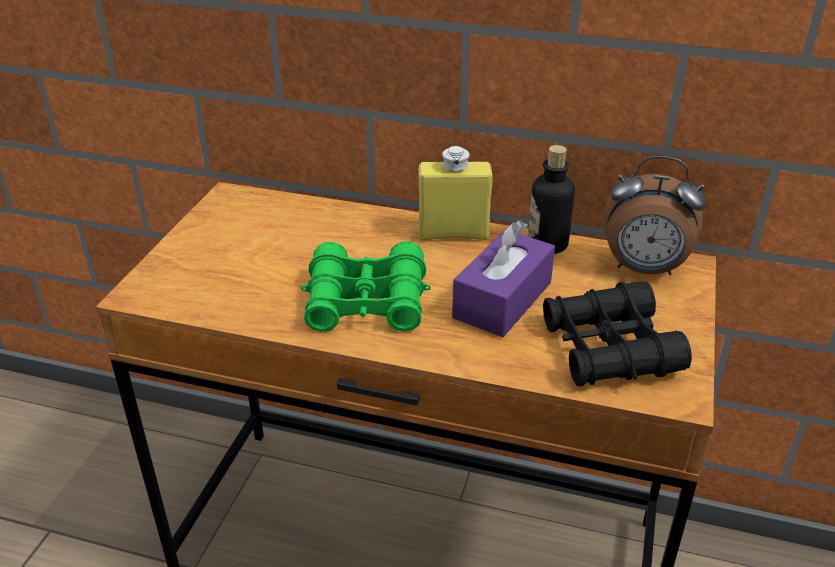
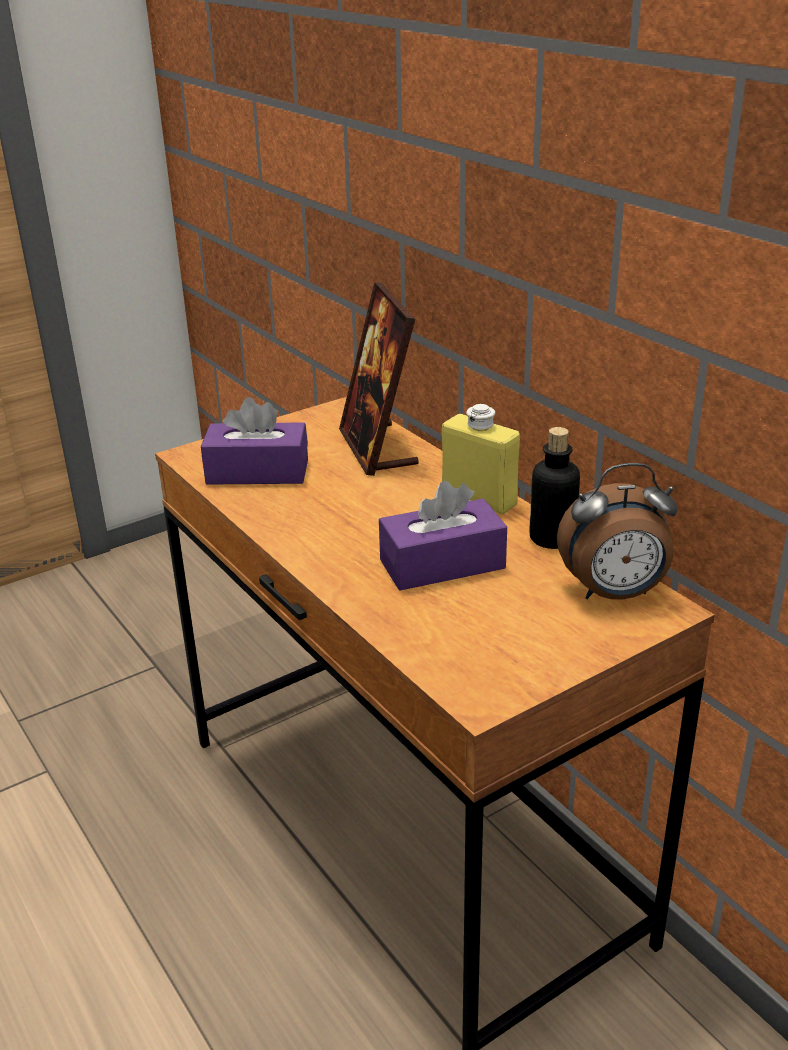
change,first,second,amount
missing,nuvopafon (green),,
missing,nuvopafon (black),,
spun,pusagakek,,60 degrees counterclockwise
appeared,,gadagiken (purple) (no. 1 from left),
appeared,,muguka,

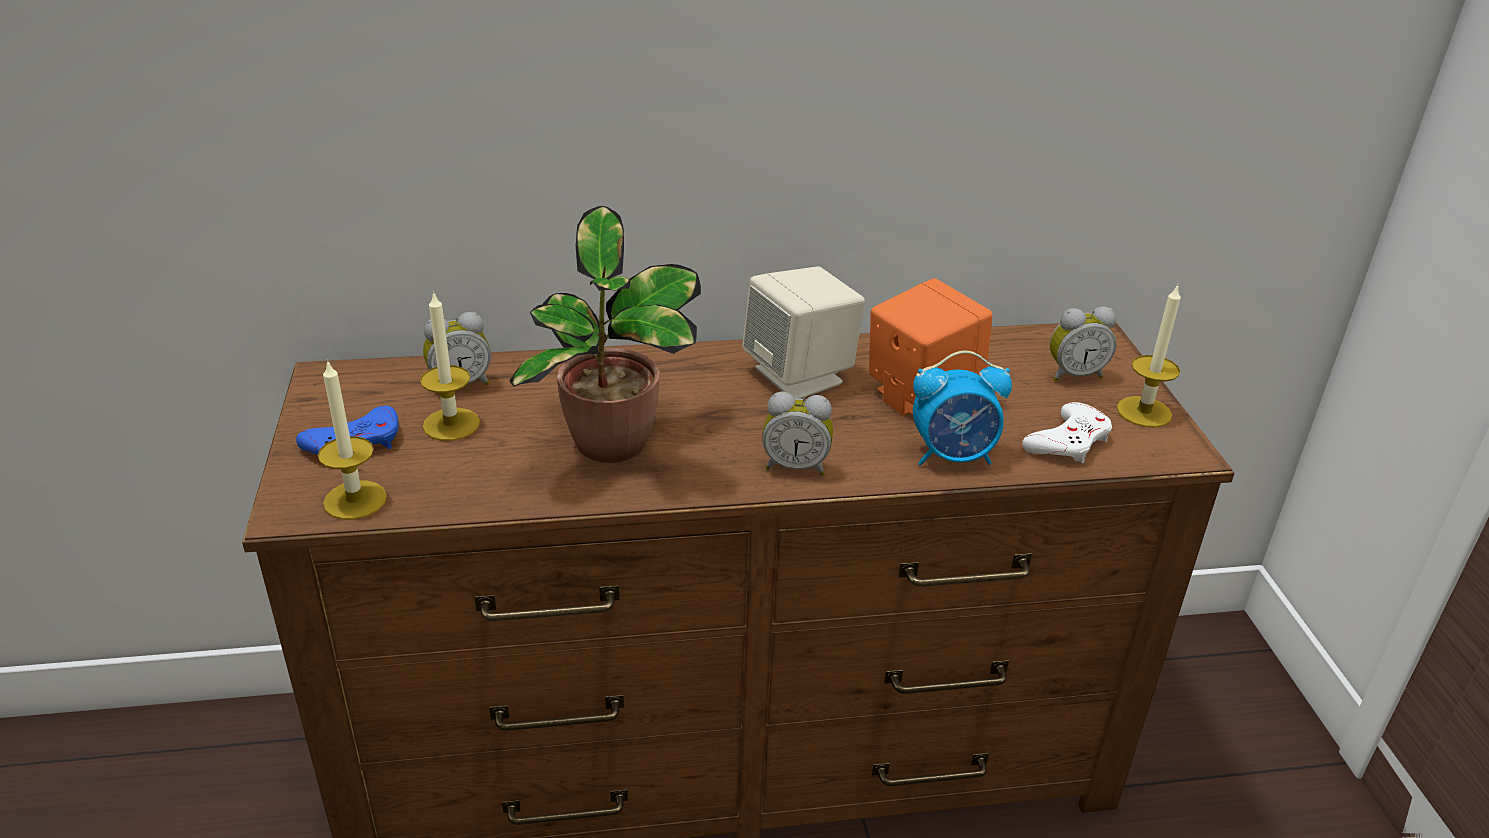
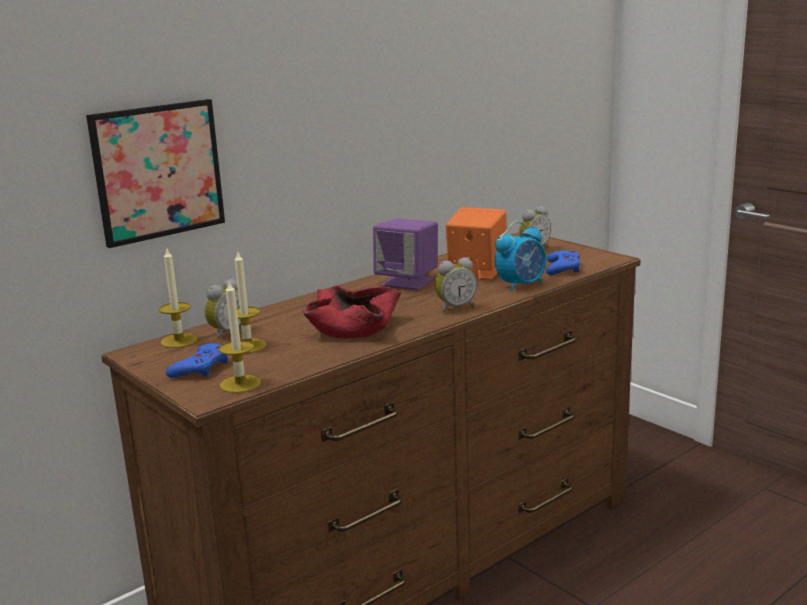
change,first,second,amount
exchanged,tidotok,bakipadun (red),
colour,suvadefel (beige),suvadefel (purple),
colour,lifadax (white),lifadax (blue) (no. 2 from left),
relocated,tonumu (no. 3 from left in the first image),tonumu (no. 1 from left),
appeared,,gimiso,

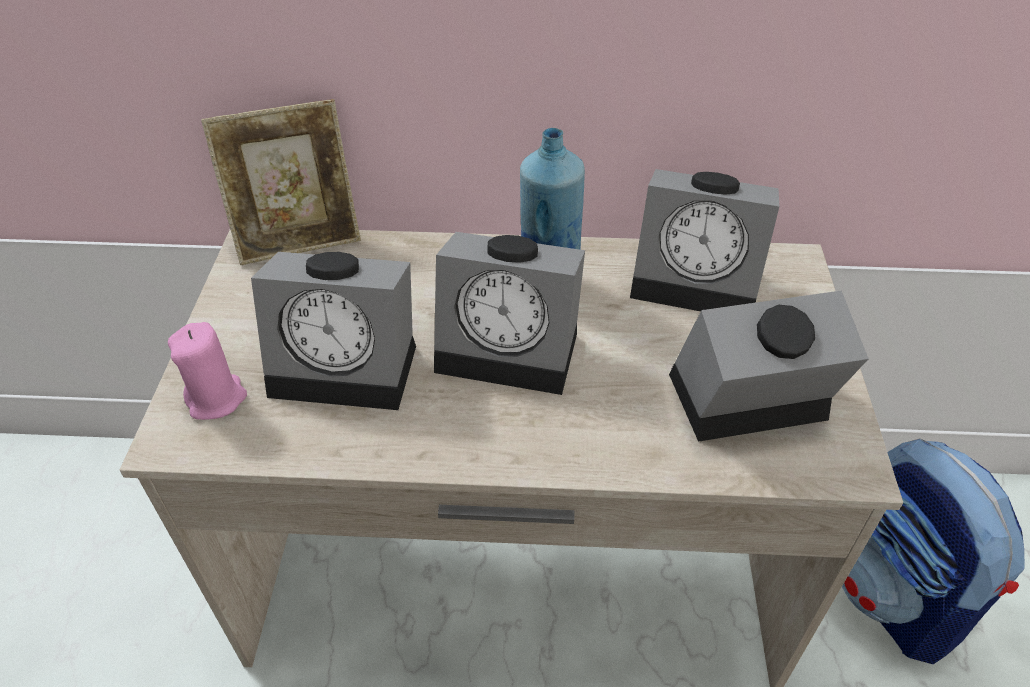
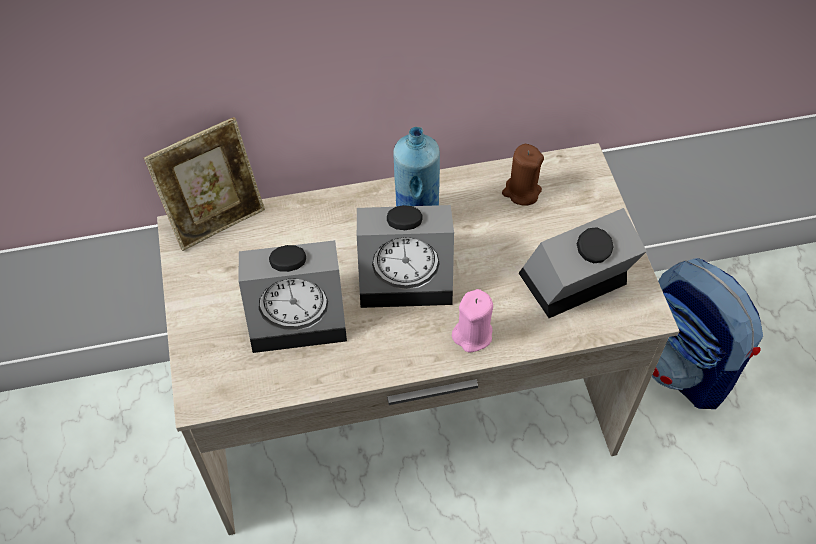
change,first,second,amount
relocated,tonumu (pink),,
exchanged,pusagakek (no. 3 from left),tonumu (brown),

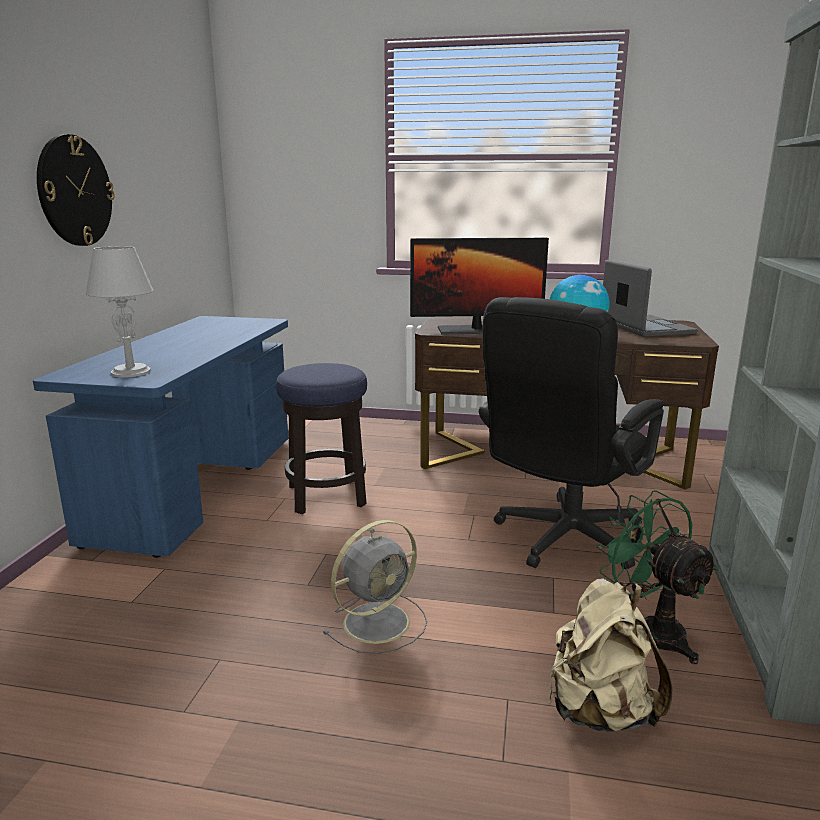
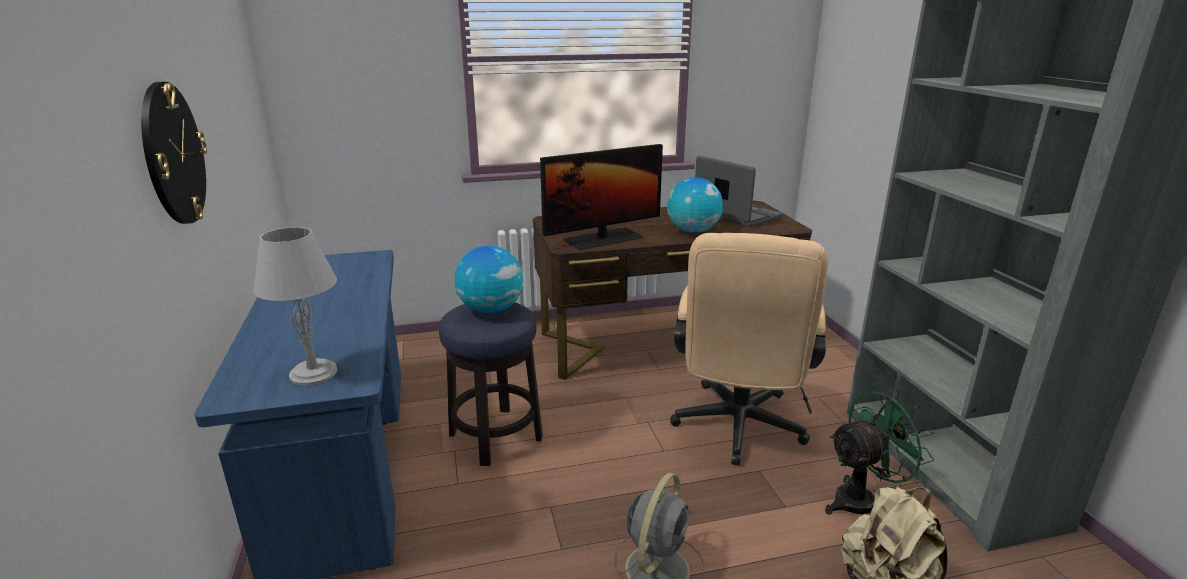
change,first,second,amount
colour,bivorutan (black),bivorutan (beige),
spun,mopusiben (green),,120 degrees clockwise
appeared,,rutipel (no. 1 from left),

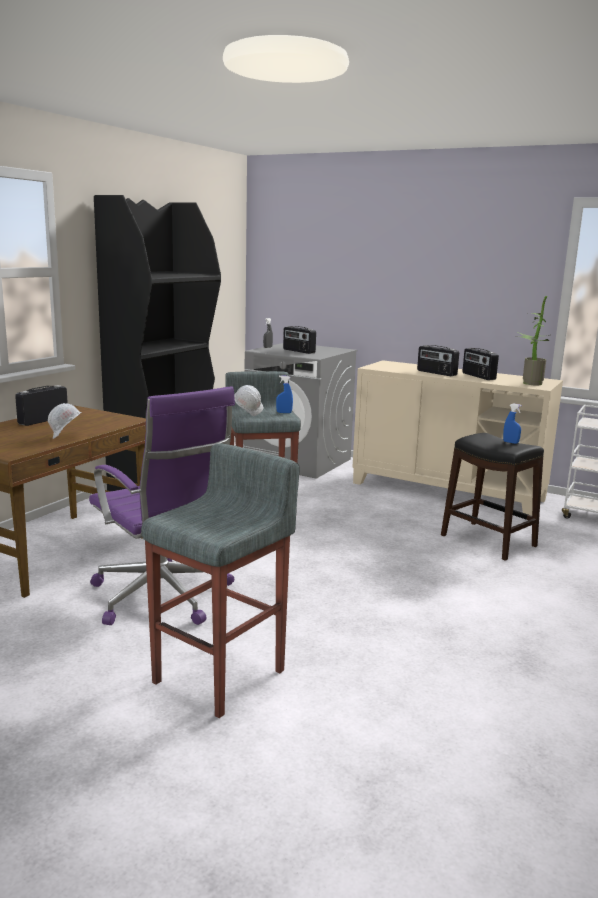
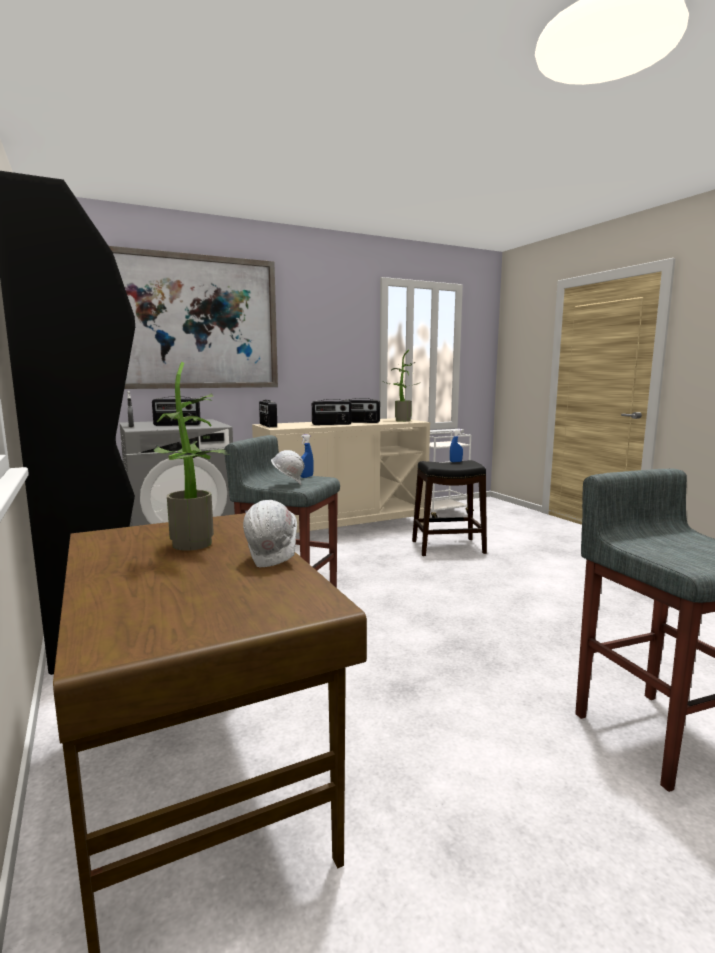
change,first,second,amount
relocated,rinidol (no. 1 from left in the first image),rinidol (no. 2 from left),
missing,bivorutan (purple),,
appeared,,gimiso,
appeared,,tidotok (no. 1 from left),

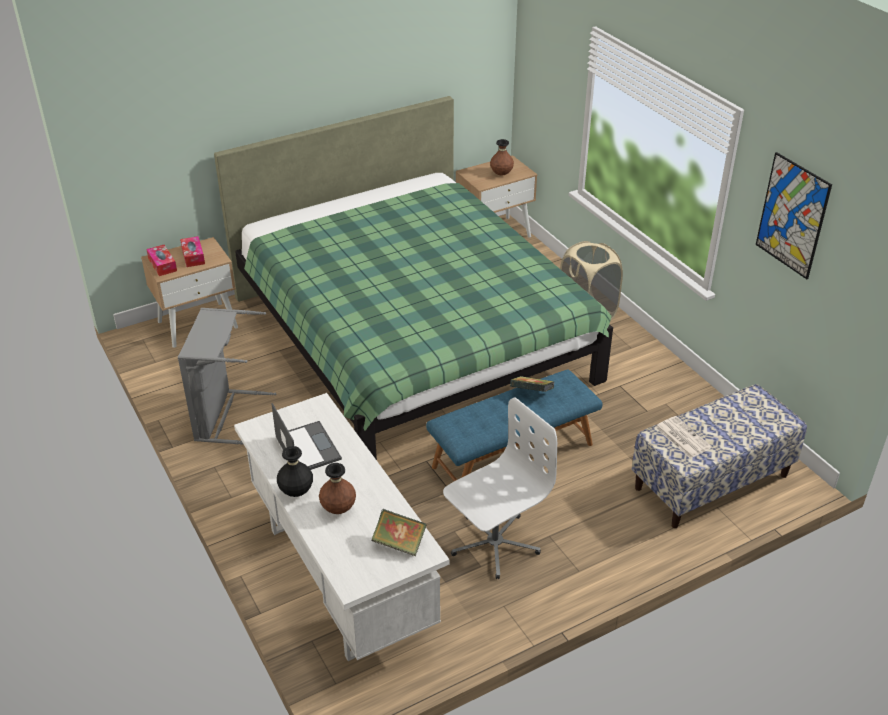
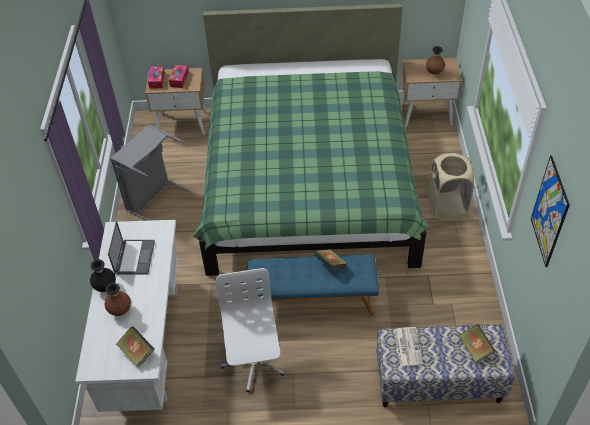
change,first,second,amount
spun,bivorutan (white),,90 degrees counterclockwise
appeared,,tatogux (no. 3 from left),

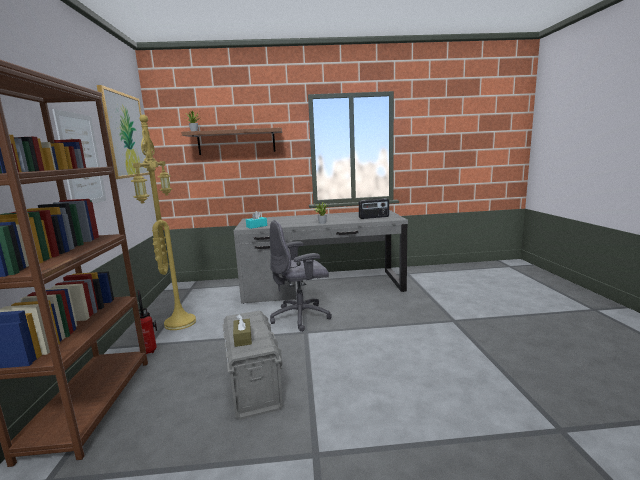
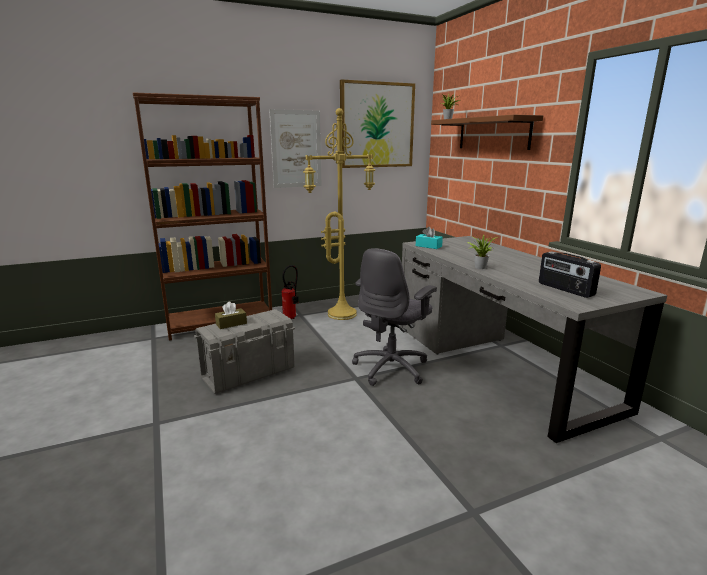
change,first,second,amount
spun,bivorutan (grey),,105 degrees counterclockwise

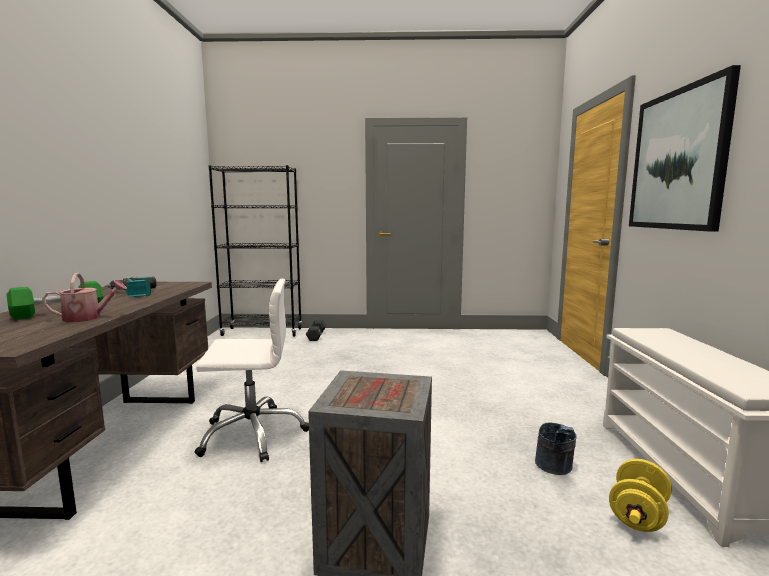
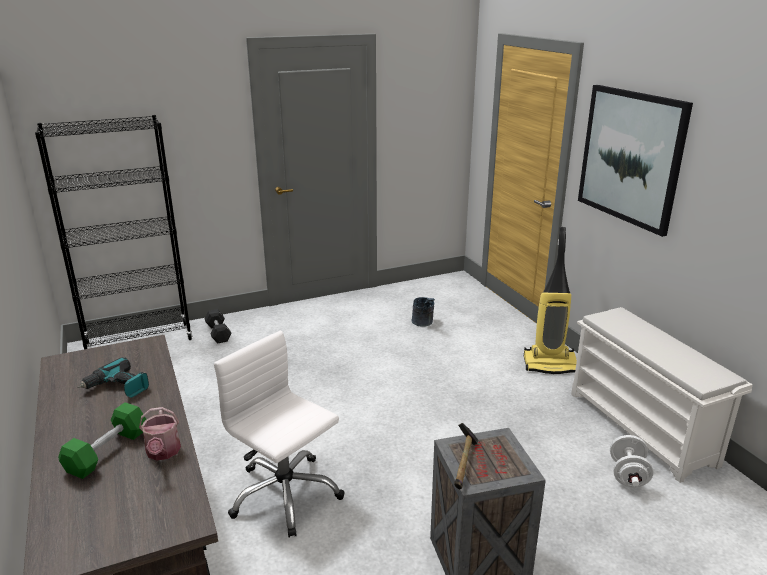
change,first,second,amount
spun,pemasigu,,120 degrees clockwise
spun,bivorutan (white),,105 degrees counterclockwise
relocated,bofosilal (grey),,
colour,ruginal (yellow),ruginal (white),
appeared,,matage,
appeared,,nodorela,

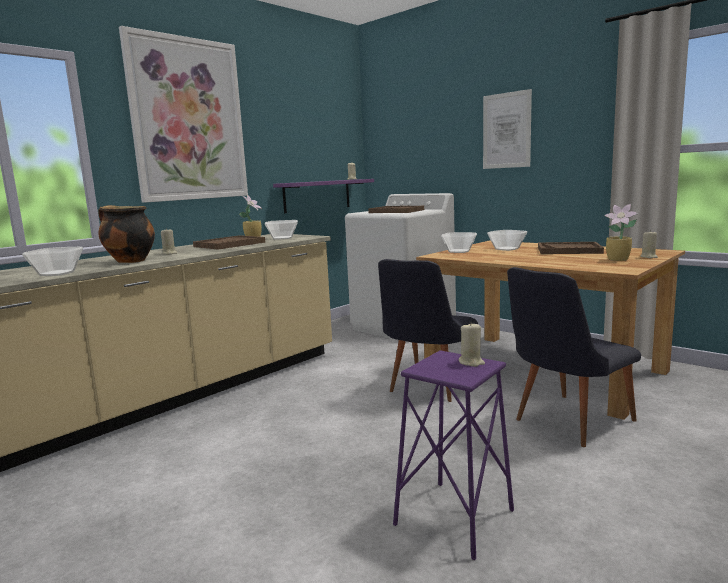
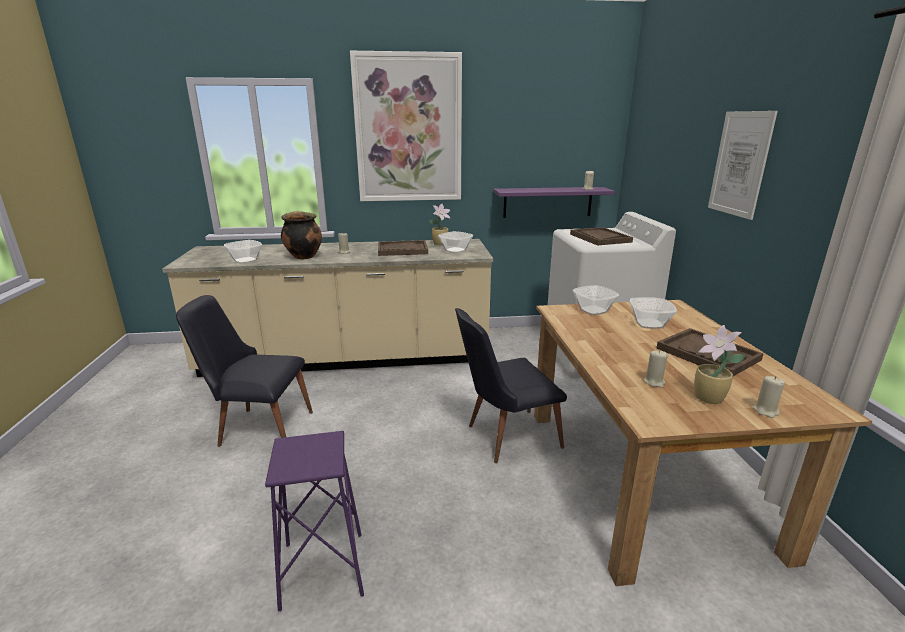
change,first,second,amount
relocated,tonumu (beige) (no. 3 from left),,
relocated,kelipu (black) (no. 2 from left in the first image),kelipu (black) (no. 1 from left),

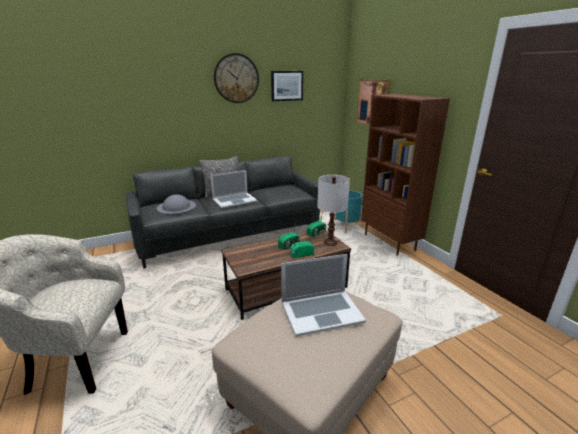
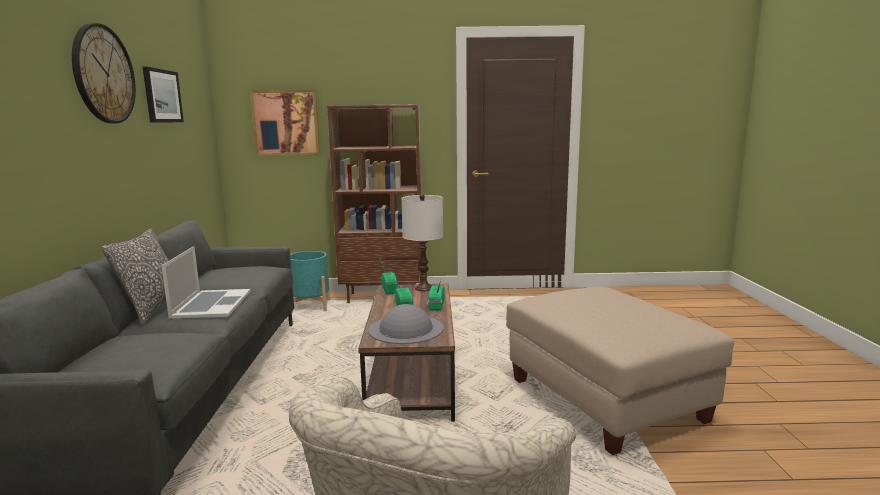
change,first,second,amount
relocated,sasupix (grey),,
missing,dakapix (no. 2 from left),,

